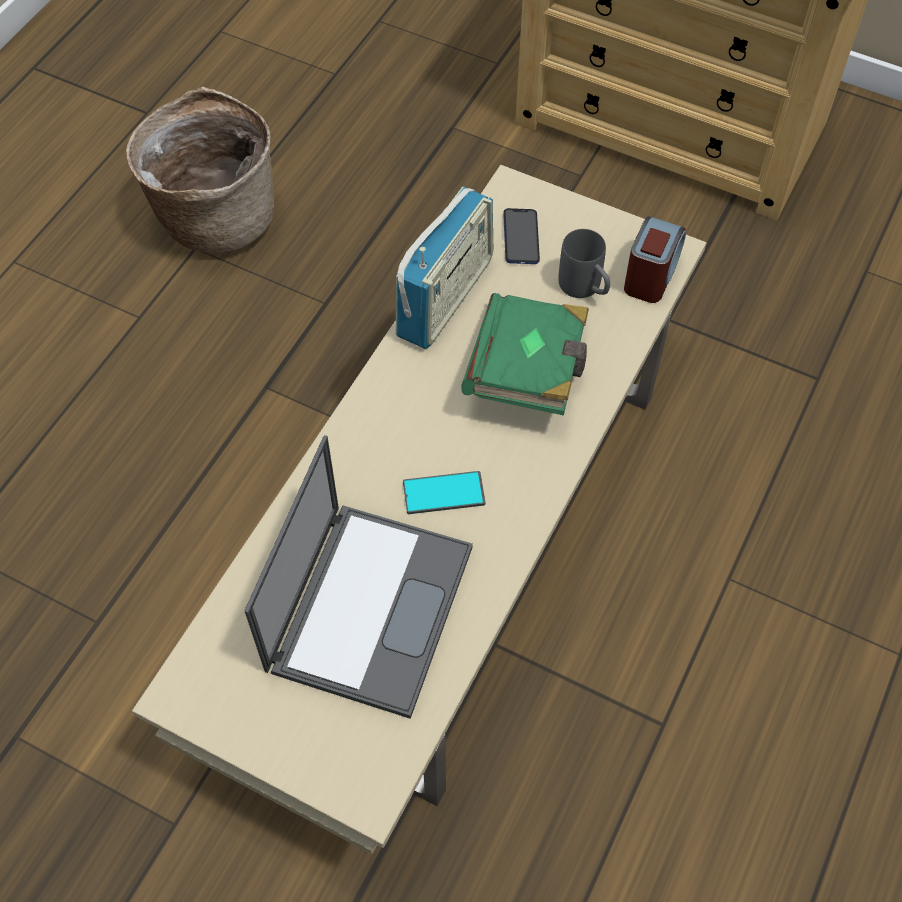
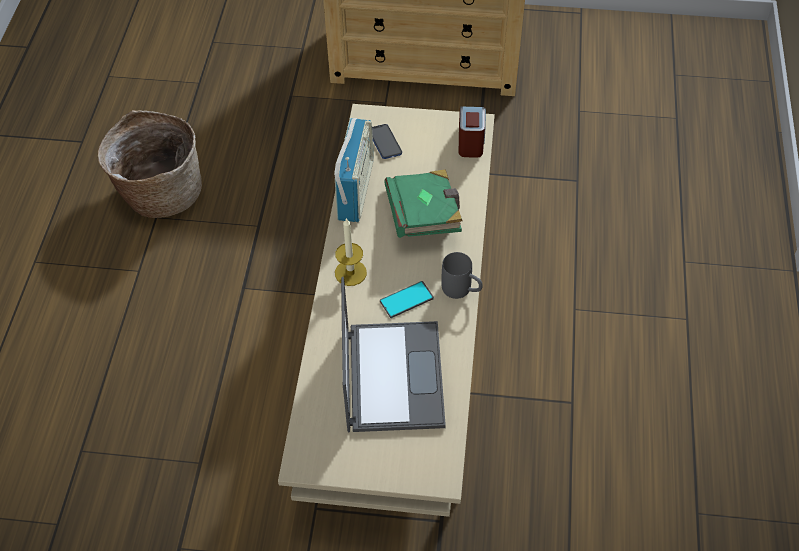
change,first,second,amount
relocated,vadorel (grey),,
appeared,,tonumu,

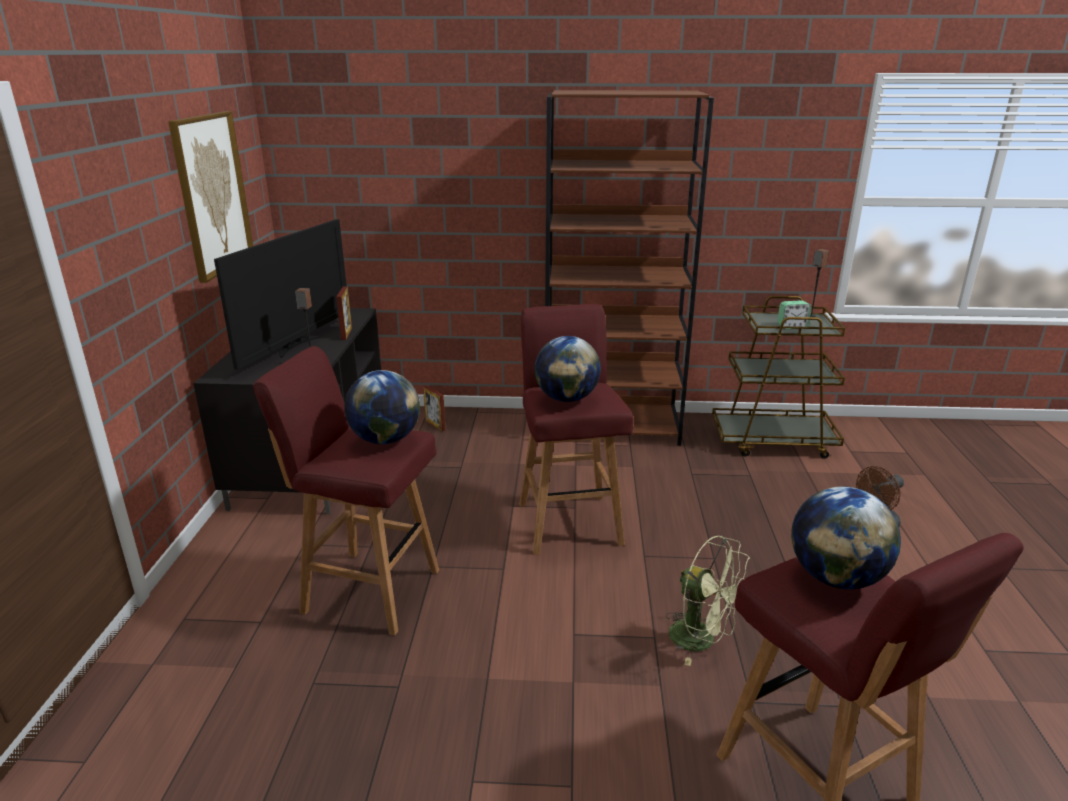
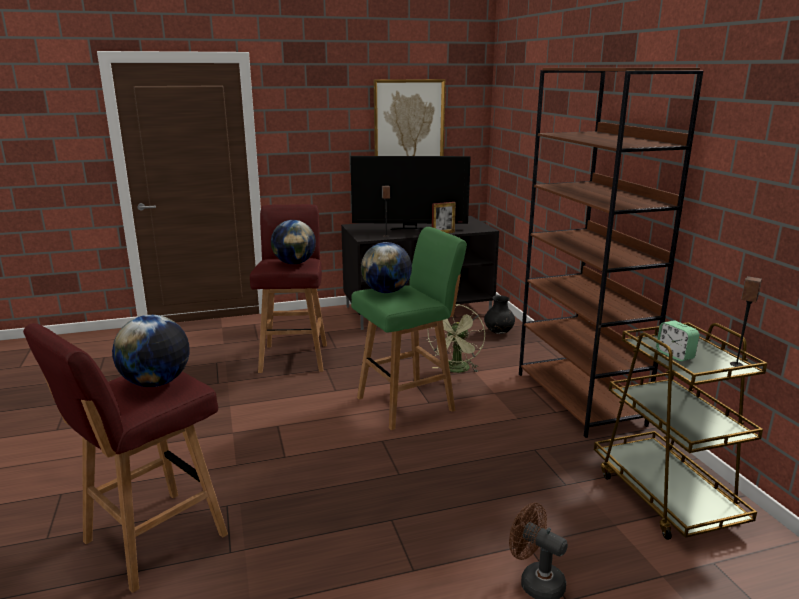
change,first,second,amount
exchanged,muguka (no. 2 from left),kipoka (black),
colour,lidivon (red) (no. 2 from left),lidivon (green),
relocated,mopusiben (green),,

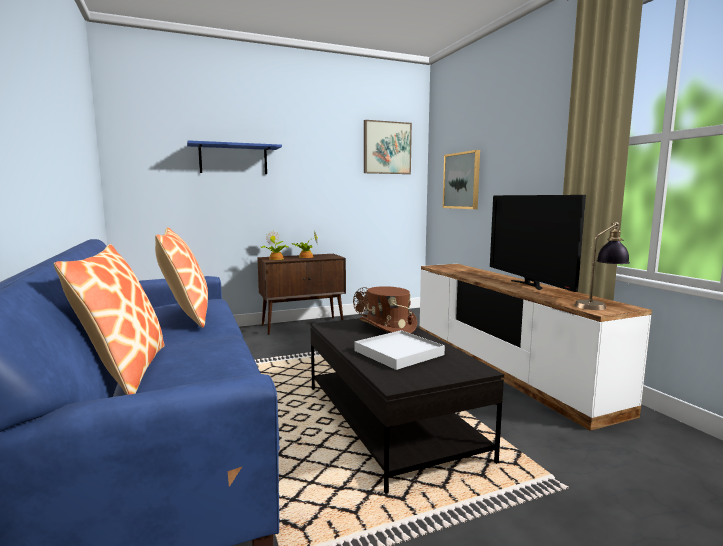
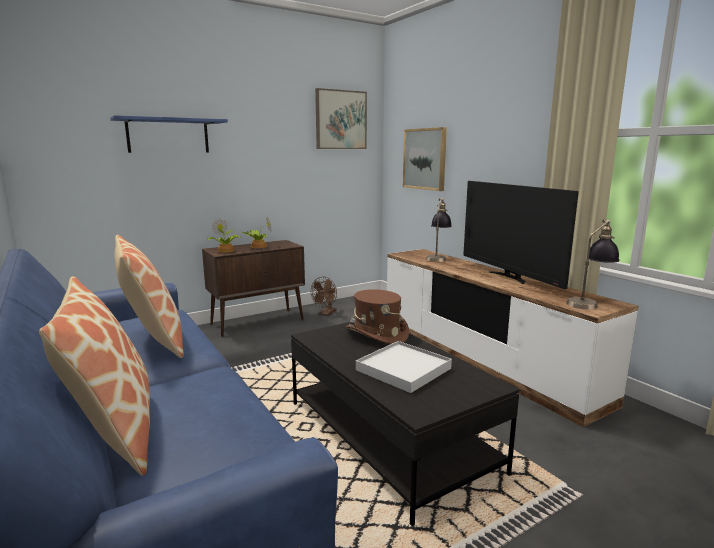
change,first,second,amount
appeared,,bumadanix (no. 1 from left),

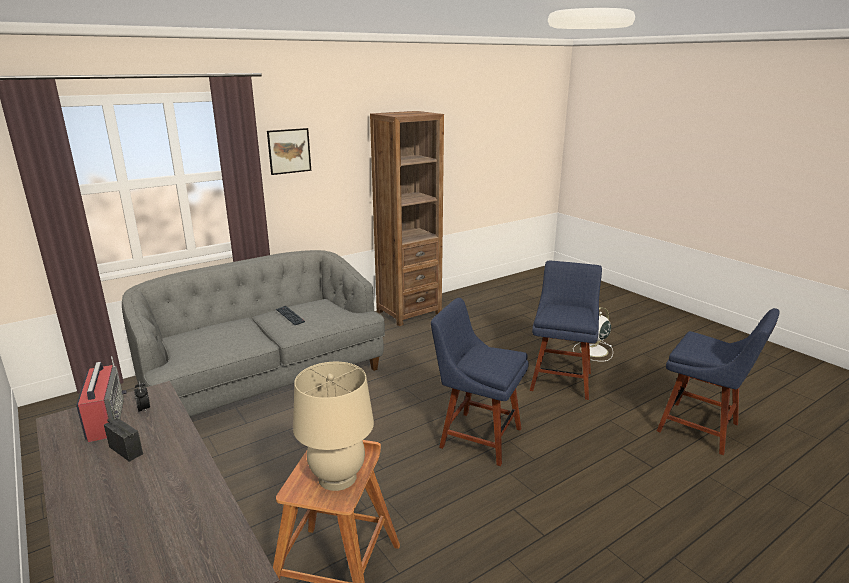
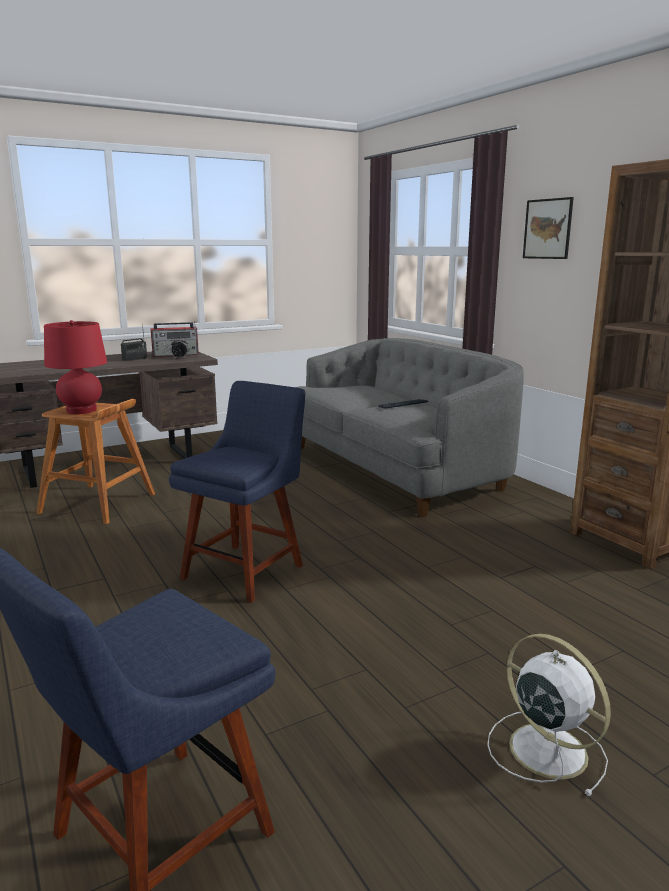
change,first,second,amount
colour,bumadanix (beige),bumadanix (red),
missing,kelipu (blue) (no. 2 from left),,

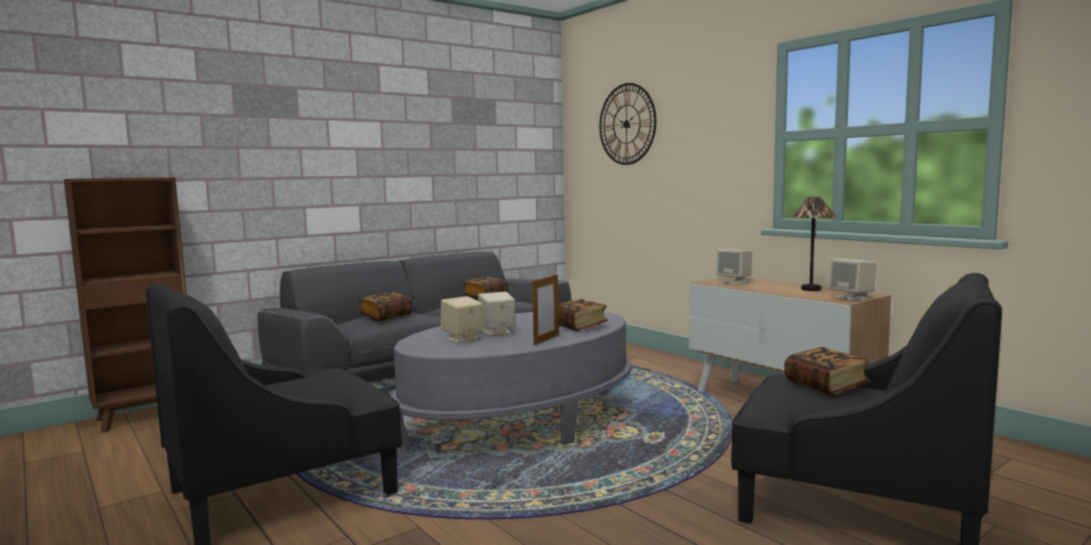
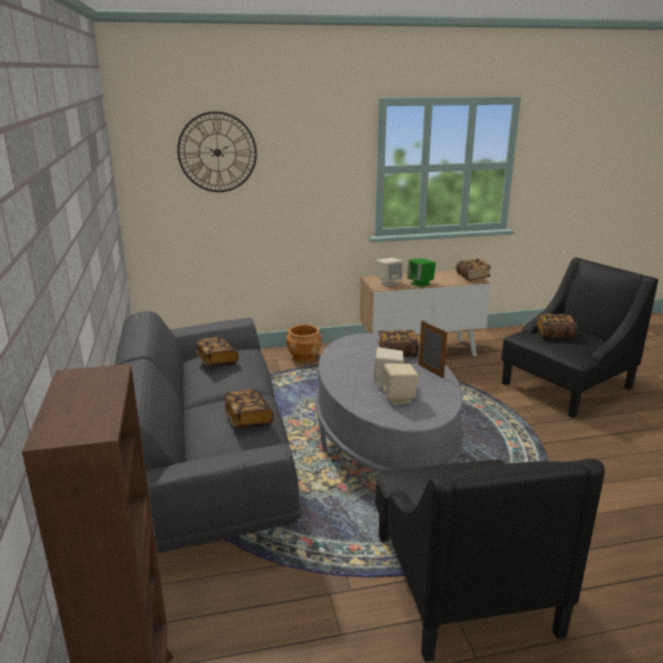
change,first,second,amount
missing,bumadanix,,
exchanged,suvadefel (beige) (no. 4 from left),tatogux (no. 4 from left),
appeared,,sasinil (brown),
appeared,,suvadefel (green),

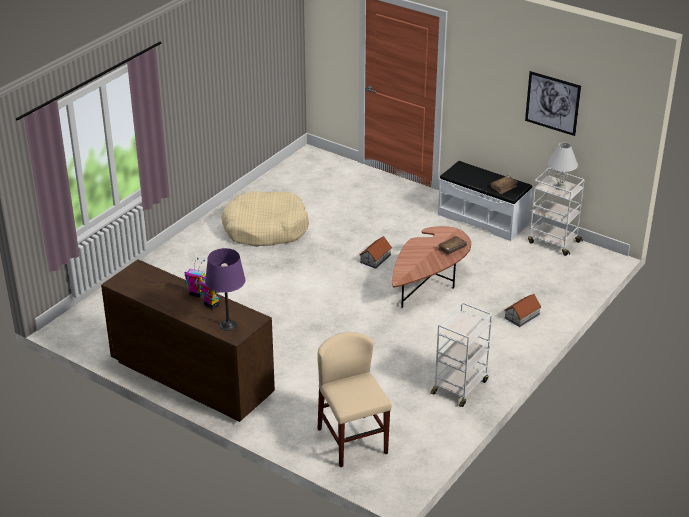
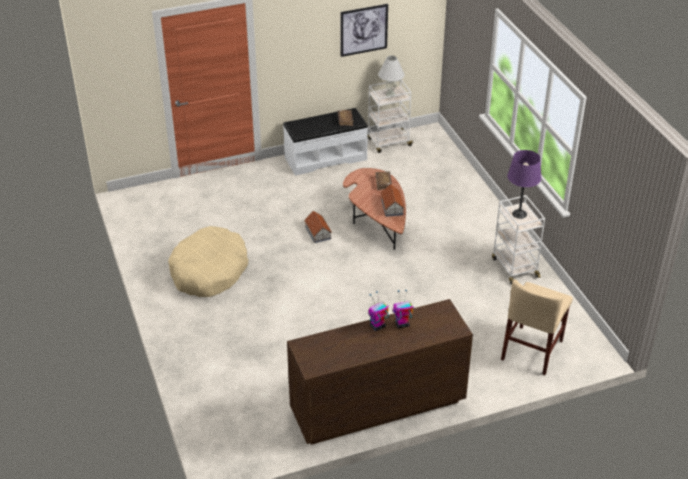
change,first,second,amount
relocated,bumadanix (purple),,
spun,kelipu (beige),,75 degrees counterclockwise
relocated,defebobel (no. 2 from left),,

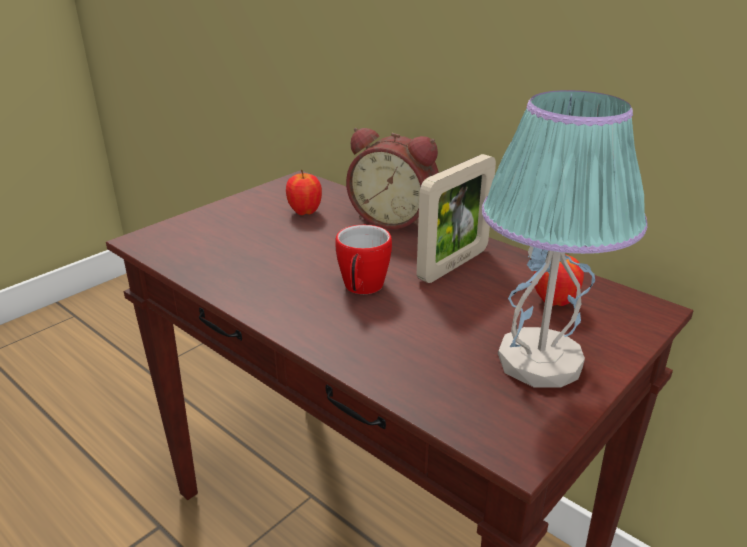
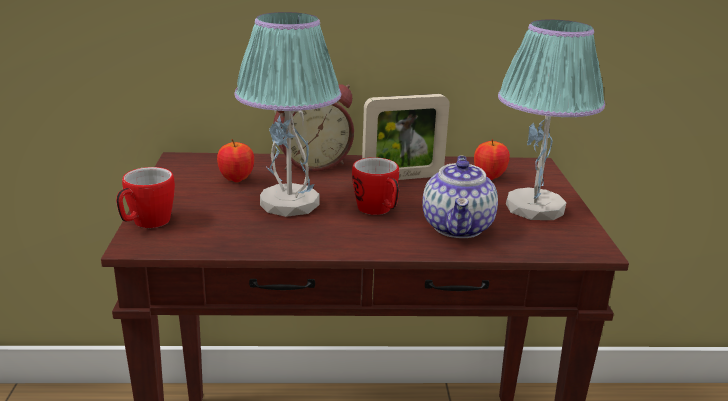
change,first,second,amount
spun,muguka,,75 degrees clockwise
appeared,,vadorel (no. 1 from left),
appeared,,bumadanix (no. 1 from left),
appeared,,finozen,

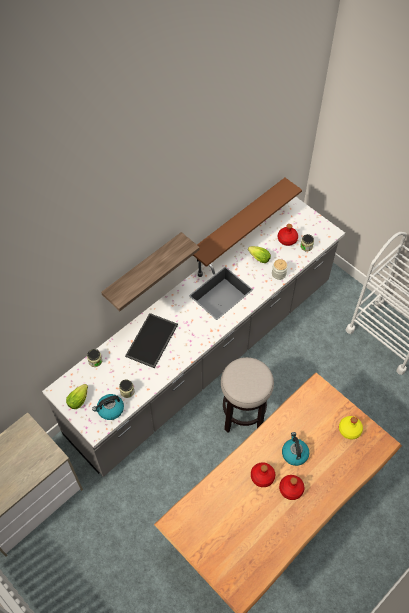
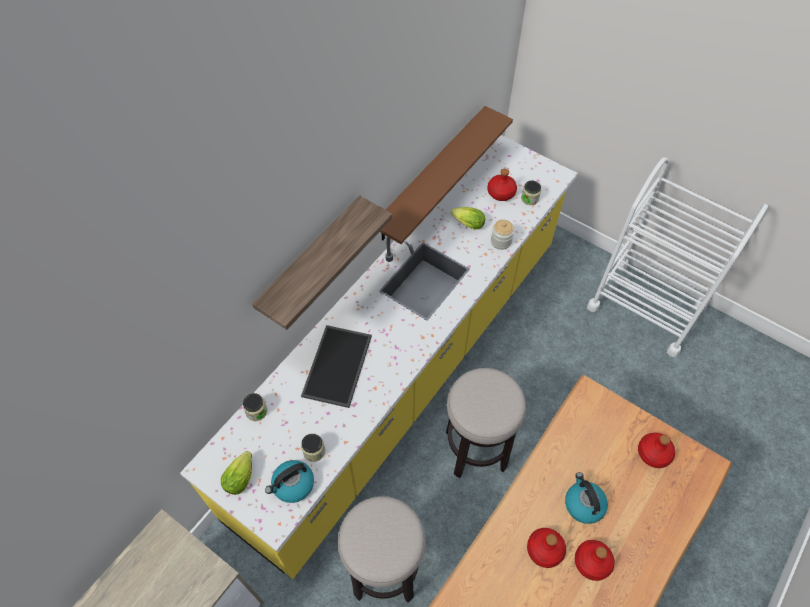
change,first,second,amount
colour,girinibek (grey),girinibek (yellow),
colour,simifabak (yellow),simifabak (red) (no. 4 from left),
appeared,,lidivon (no. 1 from left),

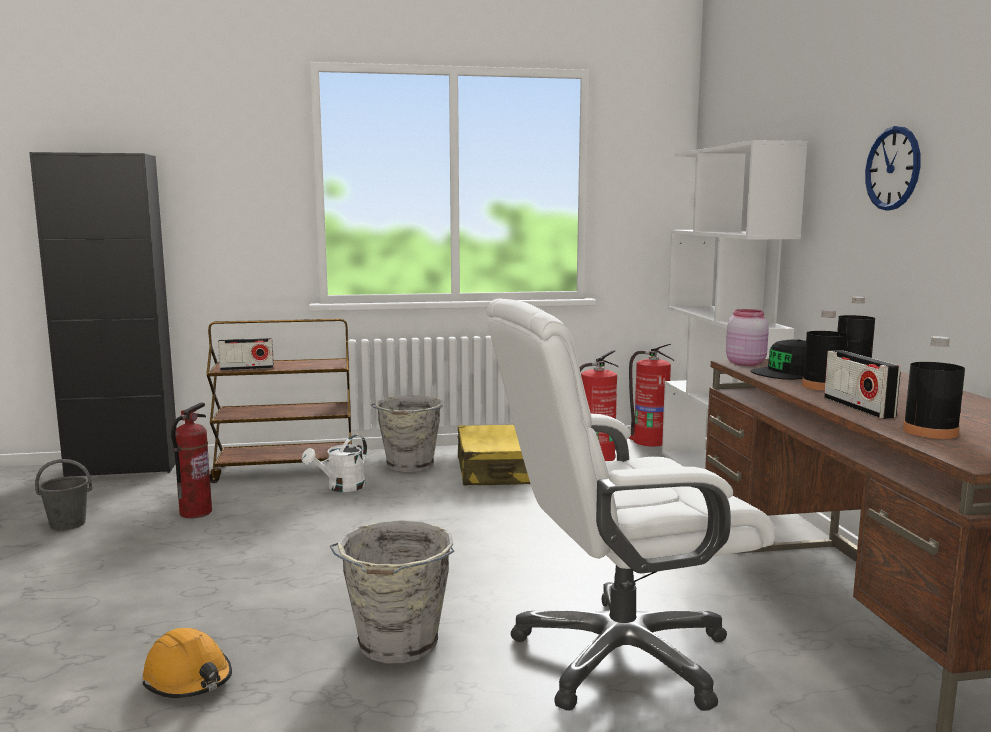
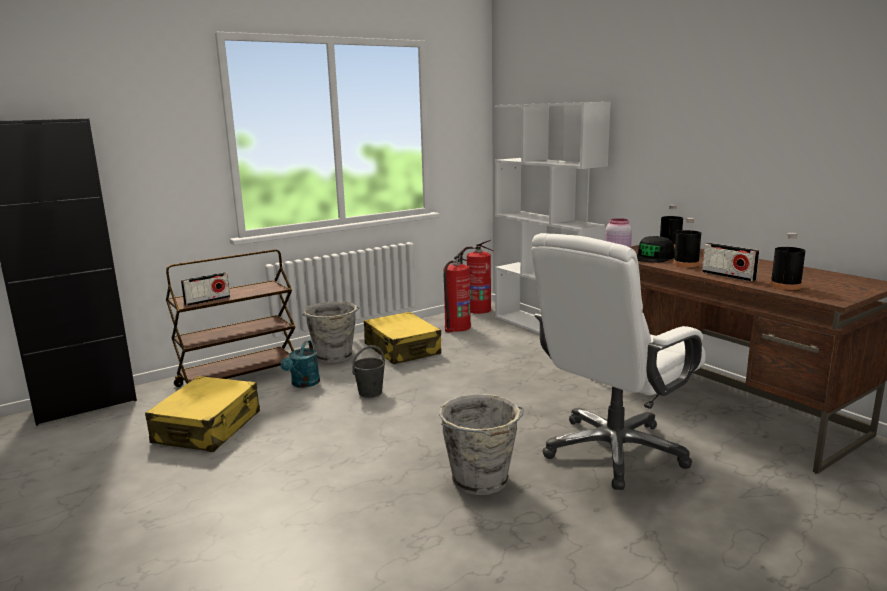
change,first,second,amount
relocated,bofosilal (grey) (no. 1 from left in the first image),bofosilal (grey) (no. 2 from left),
missing,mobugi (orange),,
exchanged,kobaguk (no. 1 from left),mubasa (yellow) (no. 1 from left),
colour,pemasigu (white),pemasigu (turquoise),
missing,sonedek,,

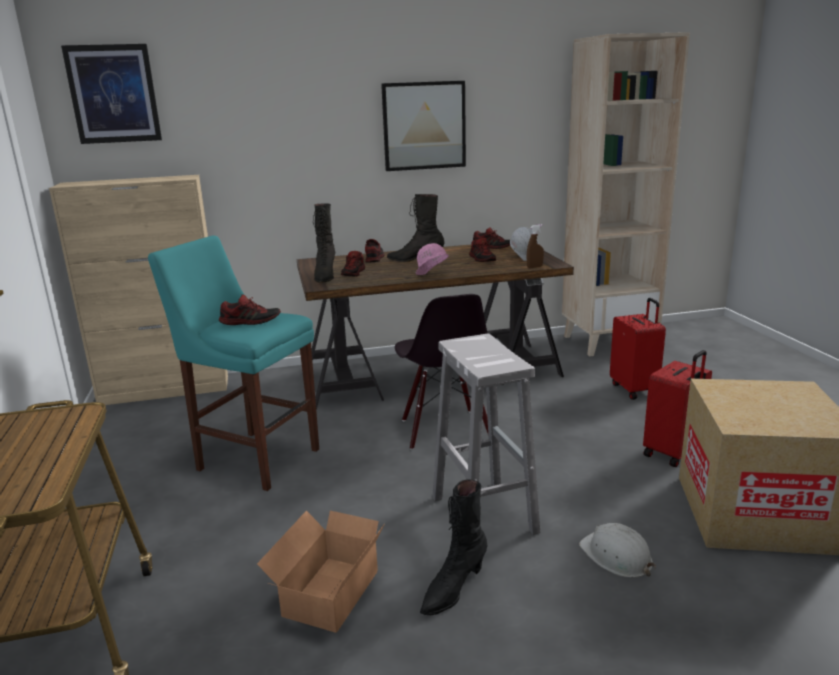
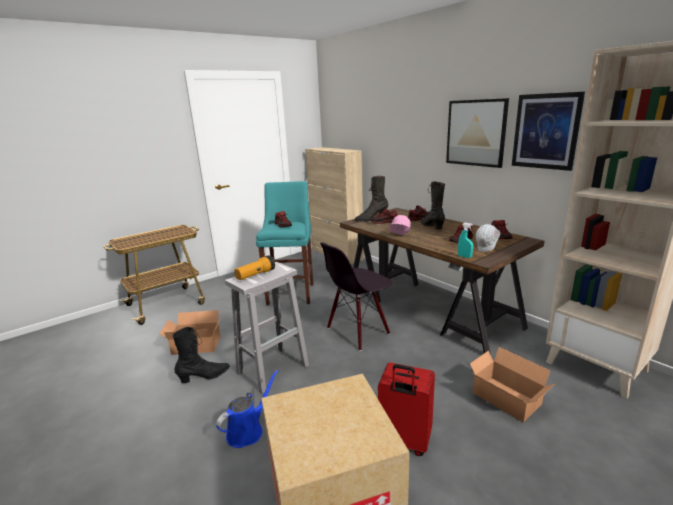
change,first,second,amount
relocated,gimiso (no. 1 from left in the first image),gimiso (no. 2 from left),
spun,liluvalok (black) (no. 3 from left in the first image),liluvalok (black) (no. 1 from left),135 degrees clockwise
colour,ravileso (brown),ravileso (turquoise),
exchanged,mobugi (white) (no. 2 from left),pemasigu (blue),
exchanged,mubasa (red) (no. 1 from left),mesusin (no. 3 from left),
appeared,,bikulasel,

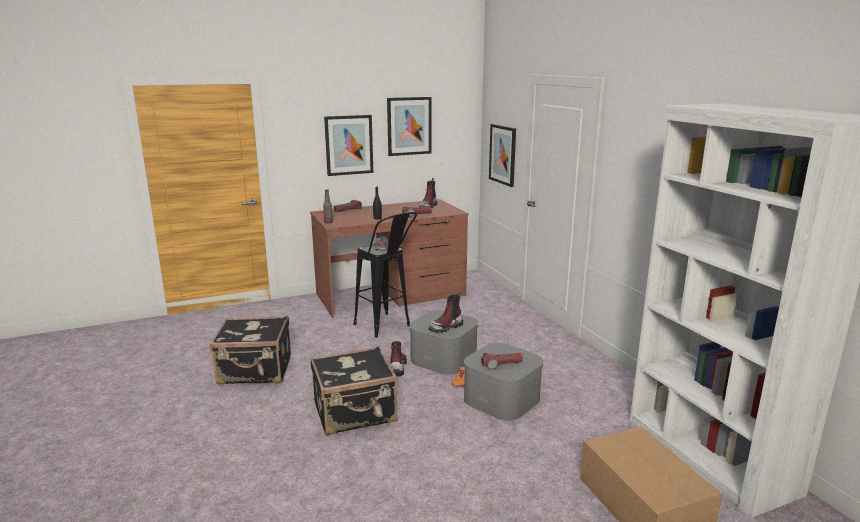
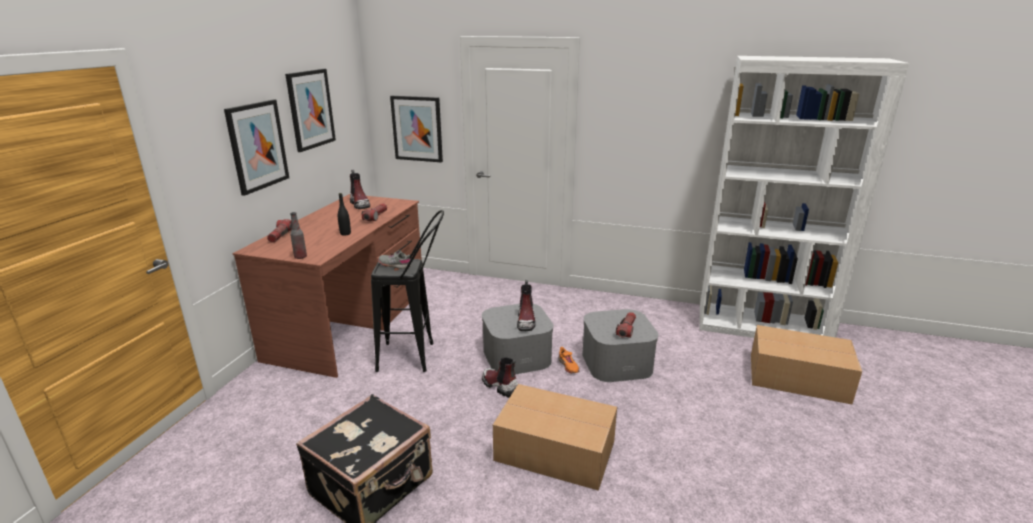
change,first,second,amount
exchanged,mubasa (black) (no. 2 from left),mesusin (no. 1 from left),

